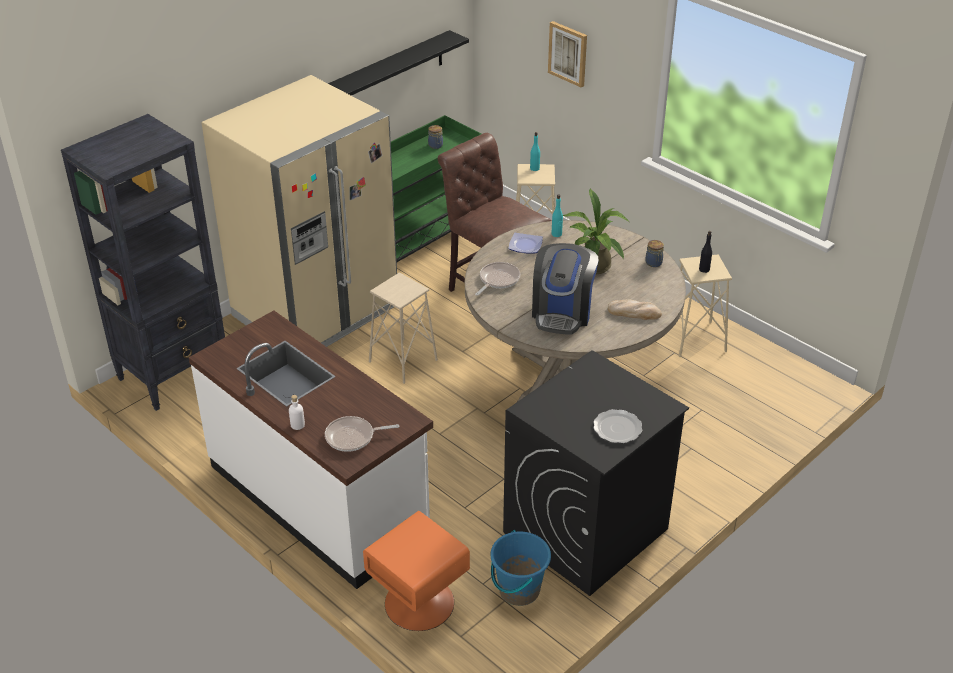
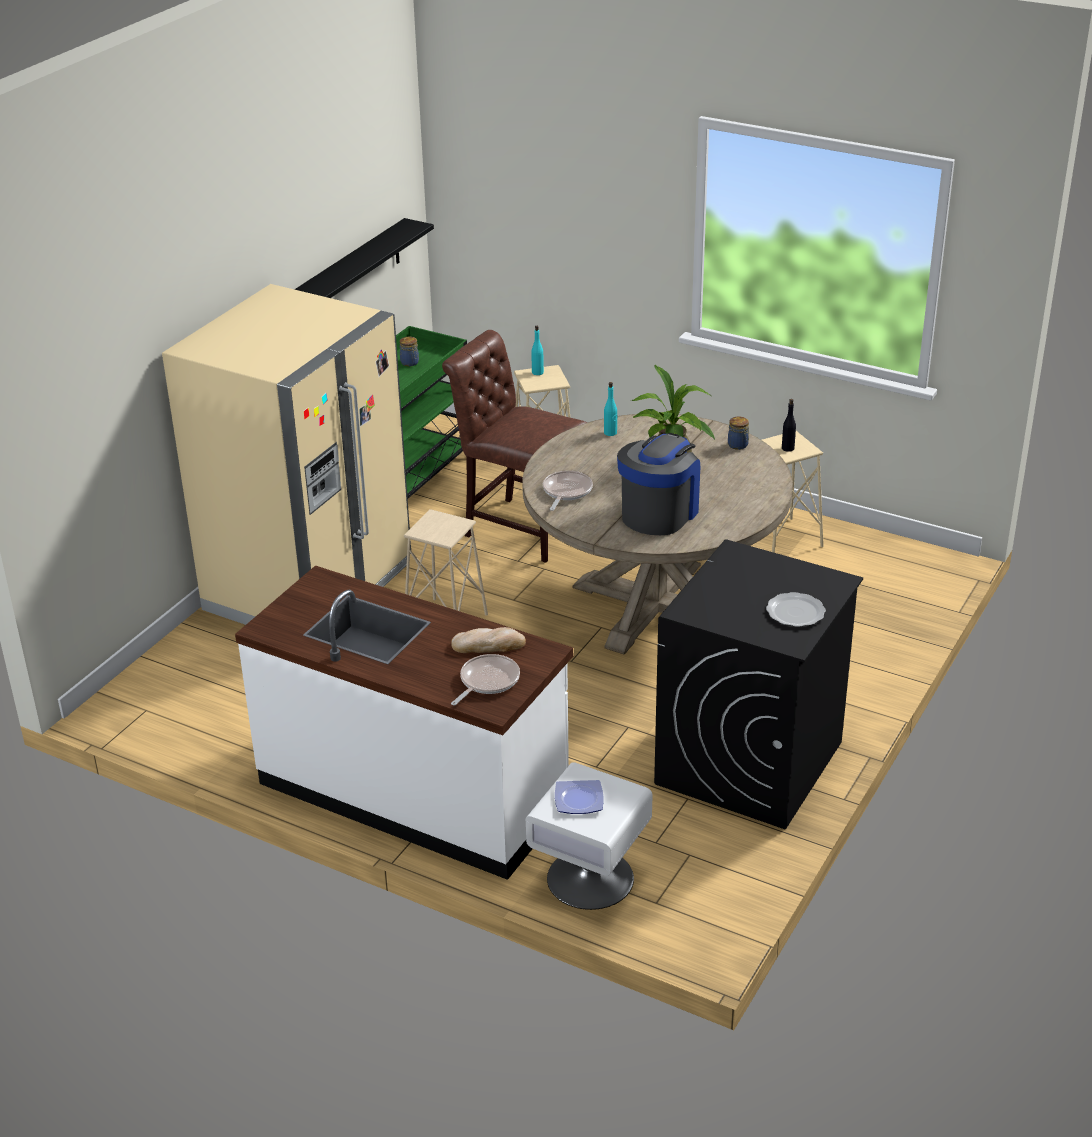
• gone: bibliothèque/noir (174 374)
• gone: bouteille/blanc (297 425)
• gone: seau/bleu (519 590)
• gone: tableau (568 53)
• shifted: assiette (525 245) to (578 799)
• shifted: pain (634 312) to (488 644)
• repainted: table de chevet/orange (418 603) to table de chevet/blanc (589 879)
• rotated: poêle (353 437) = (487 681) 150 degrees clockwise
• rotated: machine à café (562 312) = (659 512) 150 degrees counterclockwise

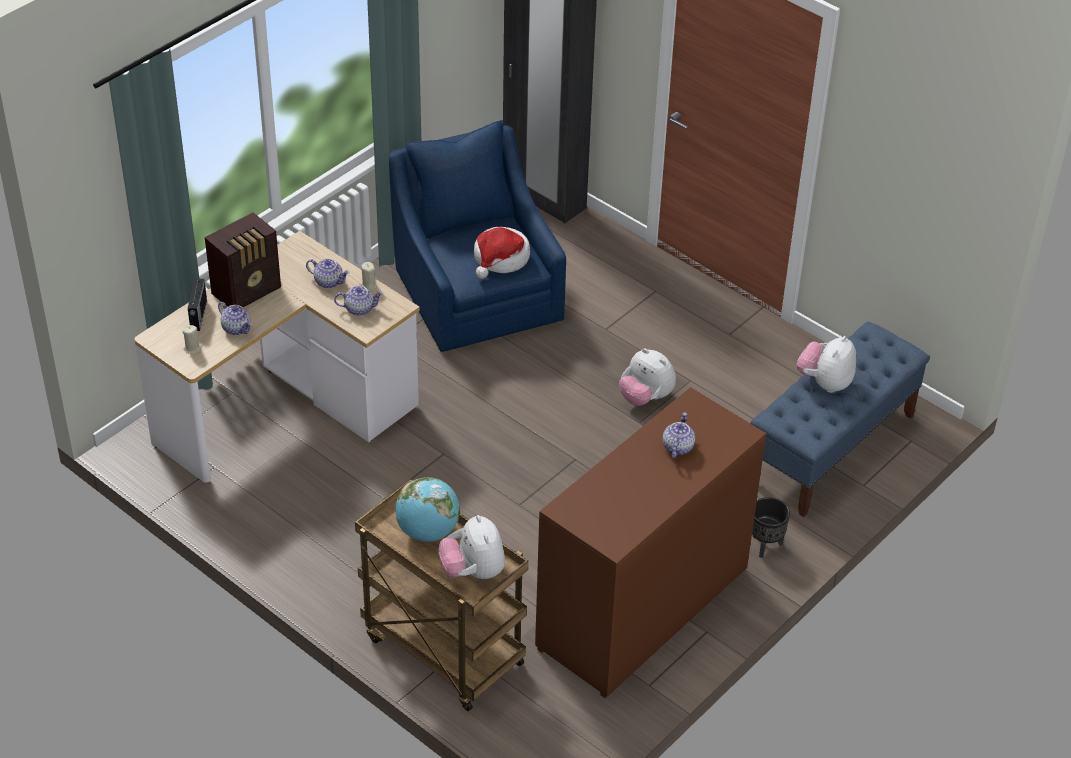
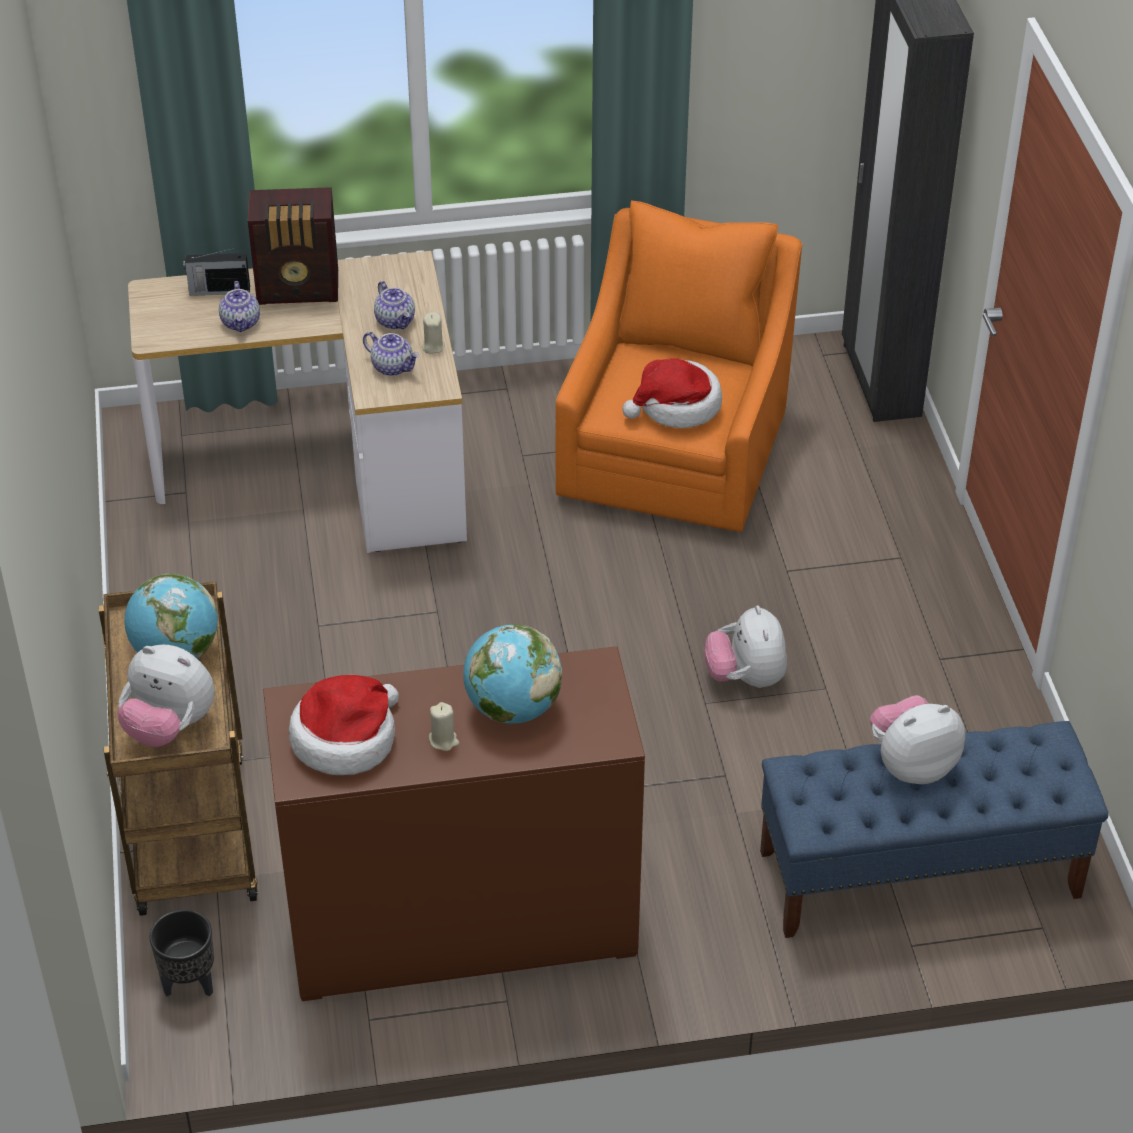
• new: chapeau (346 738)
• shifted: bougie/beige (193 348) to (443 740)
• shifted: cache-pot/noir (765 546) to (188 983)
• swapped: théière (677 447) to globe (512 708)
• repainted: fauteuil/bleu (476 292) to fauteuil/orange (677 449)
• rotated: radio (198 316) = (218 290) 45 degrees clockwise
• rotated: peluche (473 571) = (169 727) 90 degrees counterclockwise

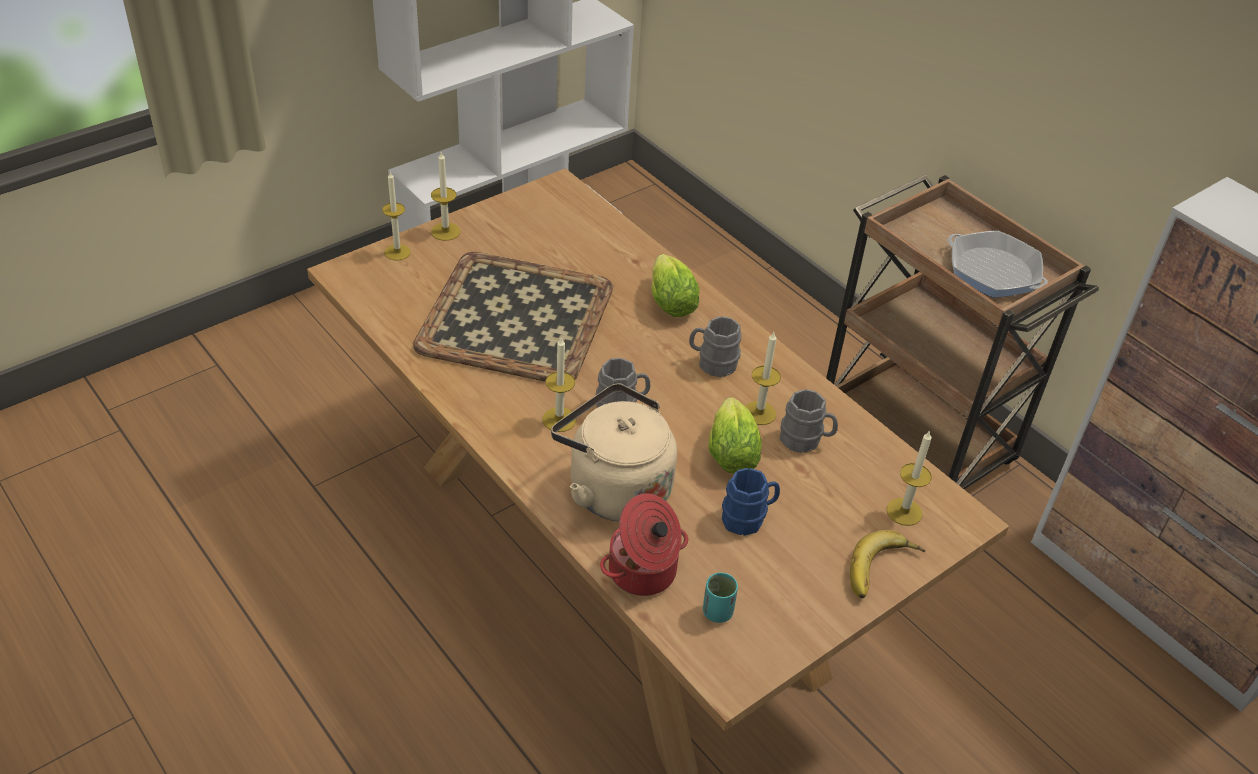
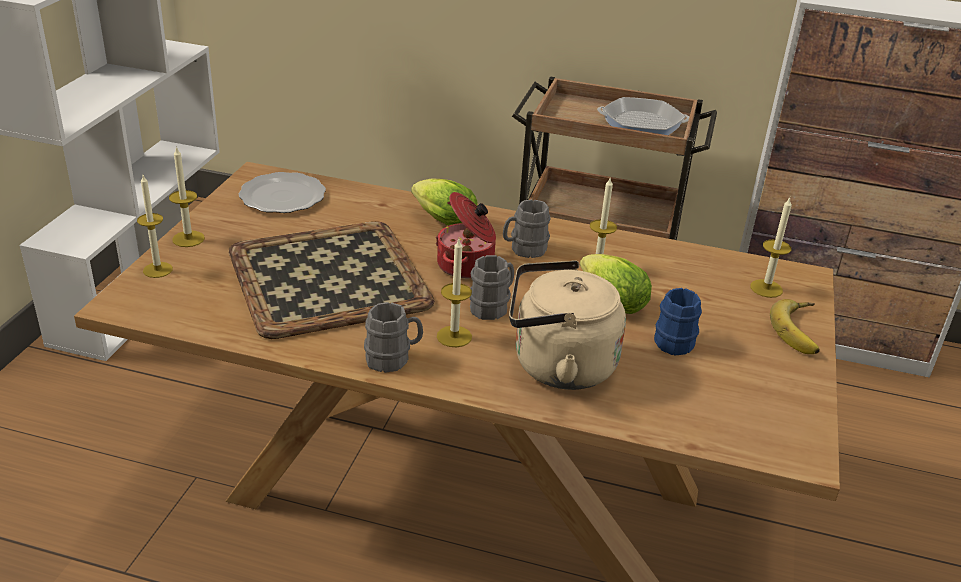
• gone: tasse/turquoise (717 612)
• new: assiette (282 197)
• shifted: marmite (643 572) to (467 265)
• shifted: mug/gris (806 440) to (393 358)

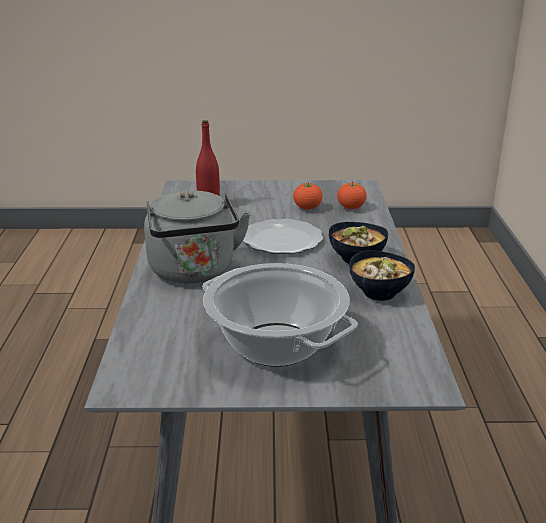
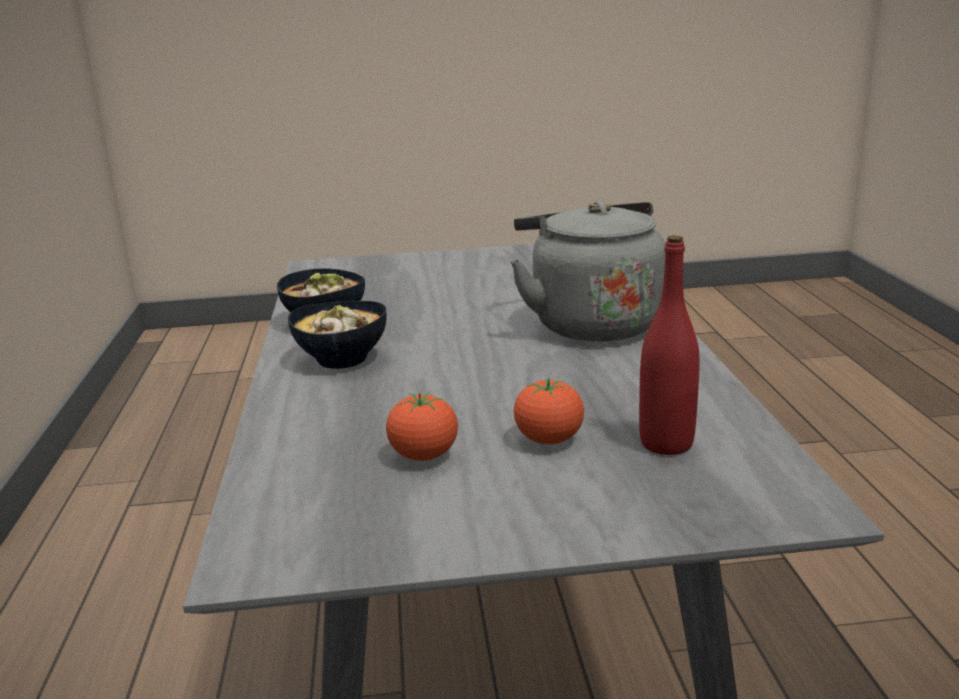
• gone: marmite (275 345)
• gone: assiette (283 240)
• shifted: tomate (351 208) to (549 440)

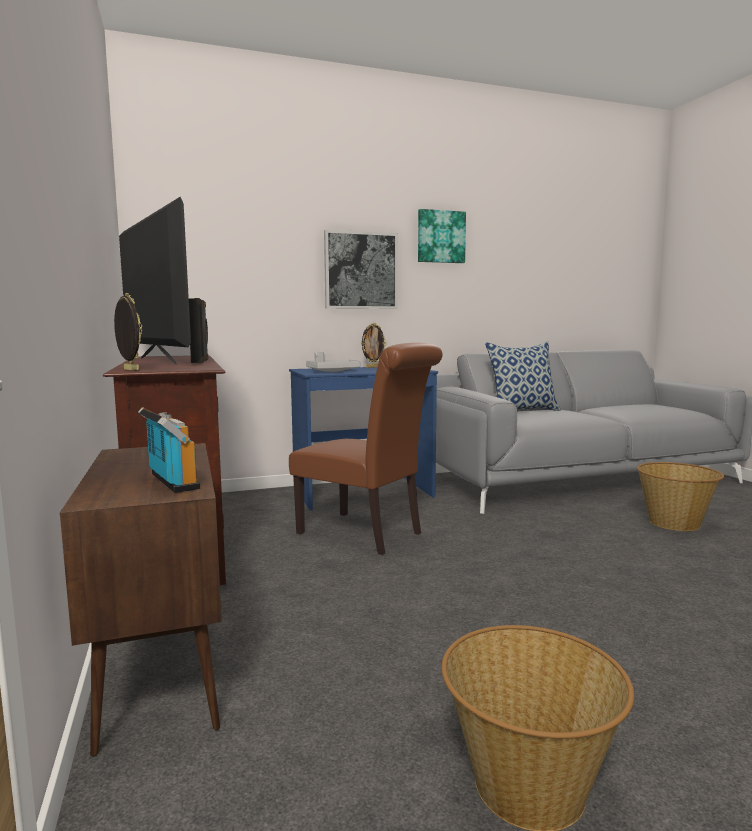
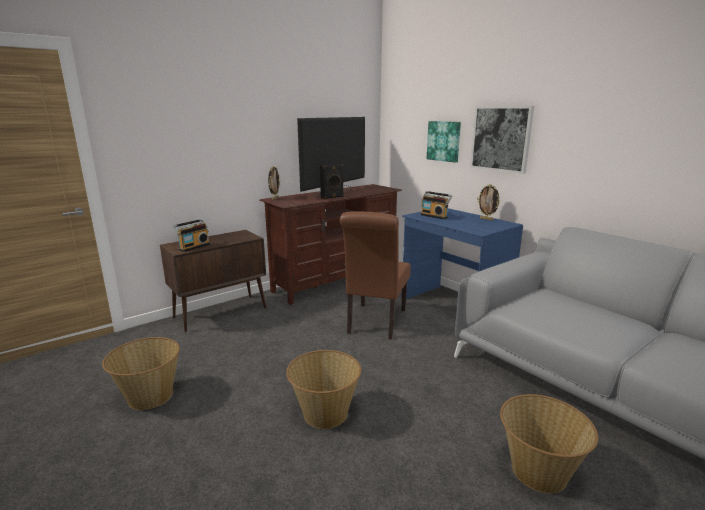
• gone: coussin (522 411)
• new: panier (325 413)
• shifted: tableau (440 237) to (444 141)
• swapped: plateau/gris (332 371) to radio (434 216)

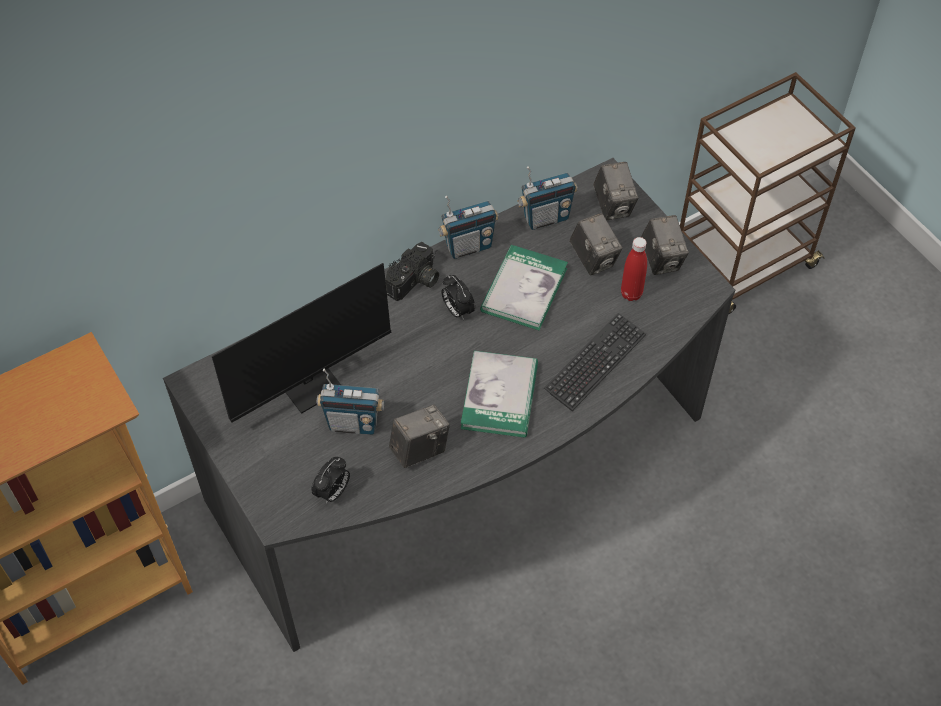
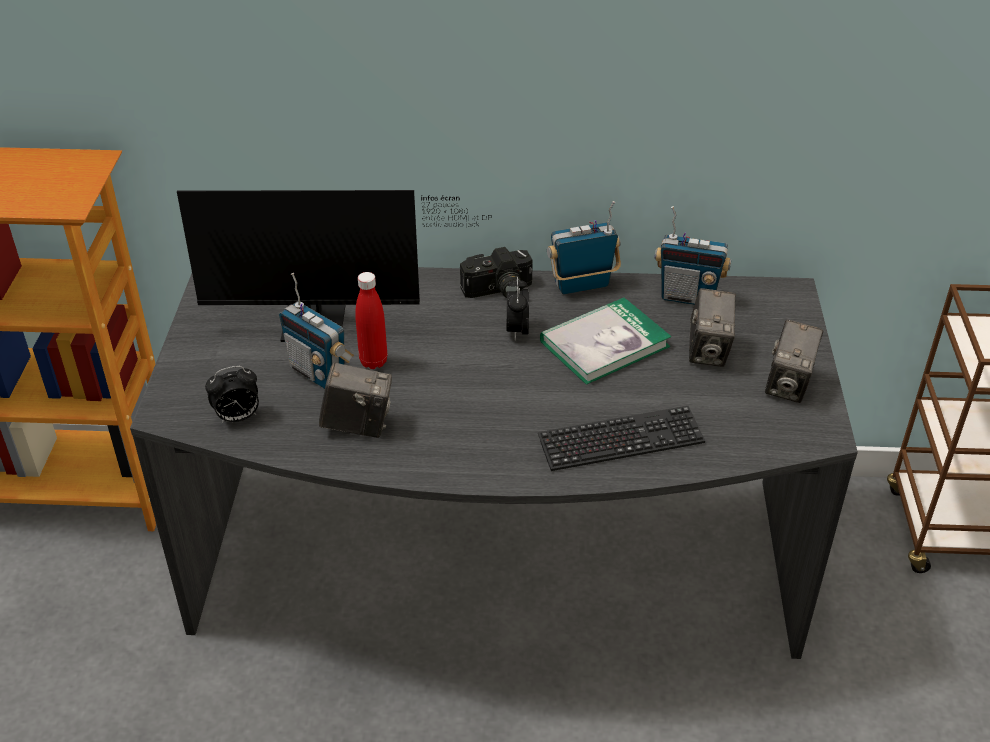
• gone: livre (499 396)
• gone: appareil photo (613 206)
• shifted: bouteille/rouge (631 293) to (373 361)
• rotated: radio (468 246) = (582 285) 150 degrees clockwise

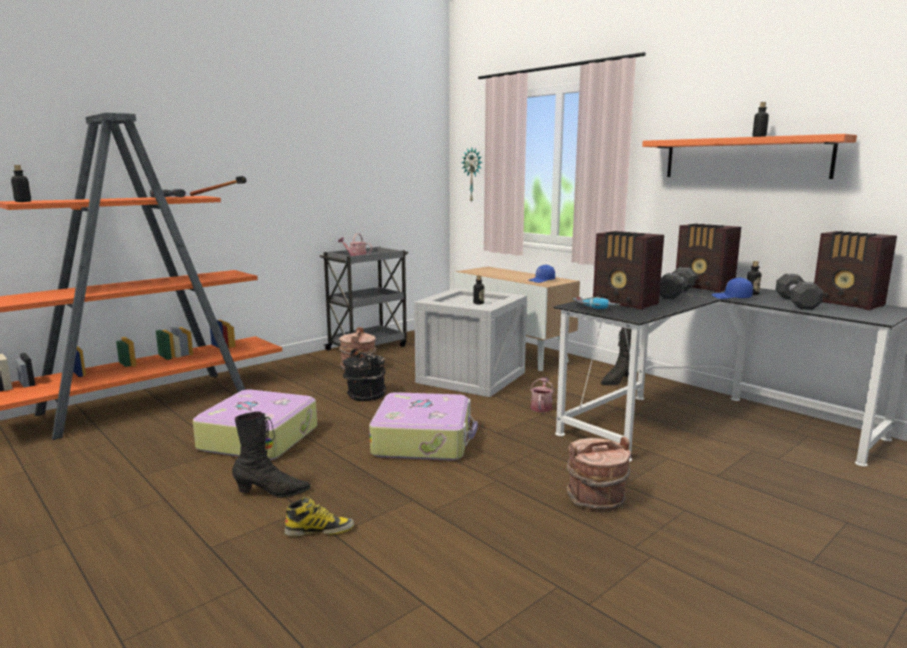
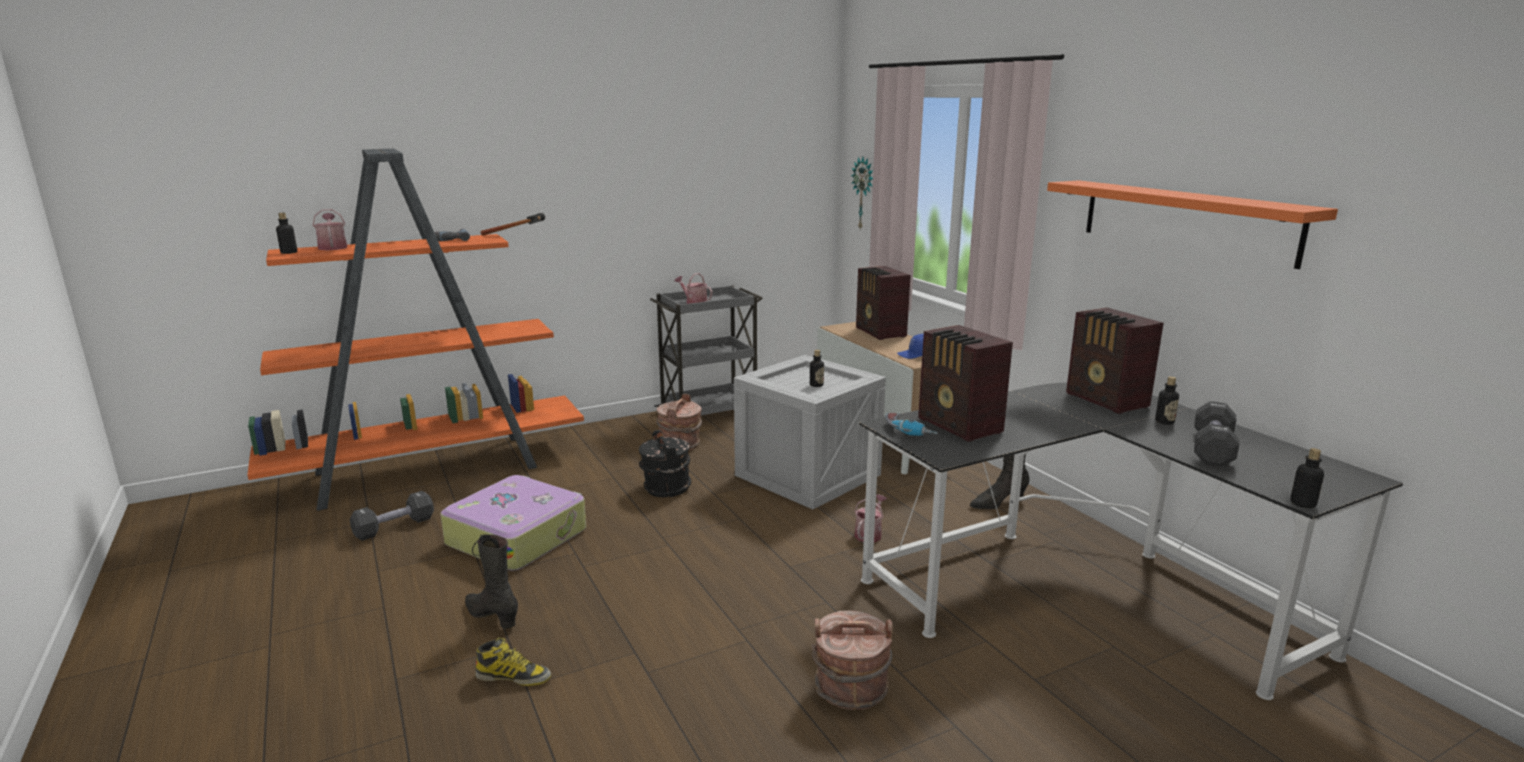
• gone: valise (423 440)
• gone: casquette/bleu (731 297)
• new: arrosoir (332 247)
• shifted: haltère/noir (675 294) to (394 527)
• shifted: bouteille (759 137) to (1302 503)
• shifted: radio (848 304) to (880 332)
• rotated: botte/noir (272 492) = (492 616) 150 degrees counterclockwise

